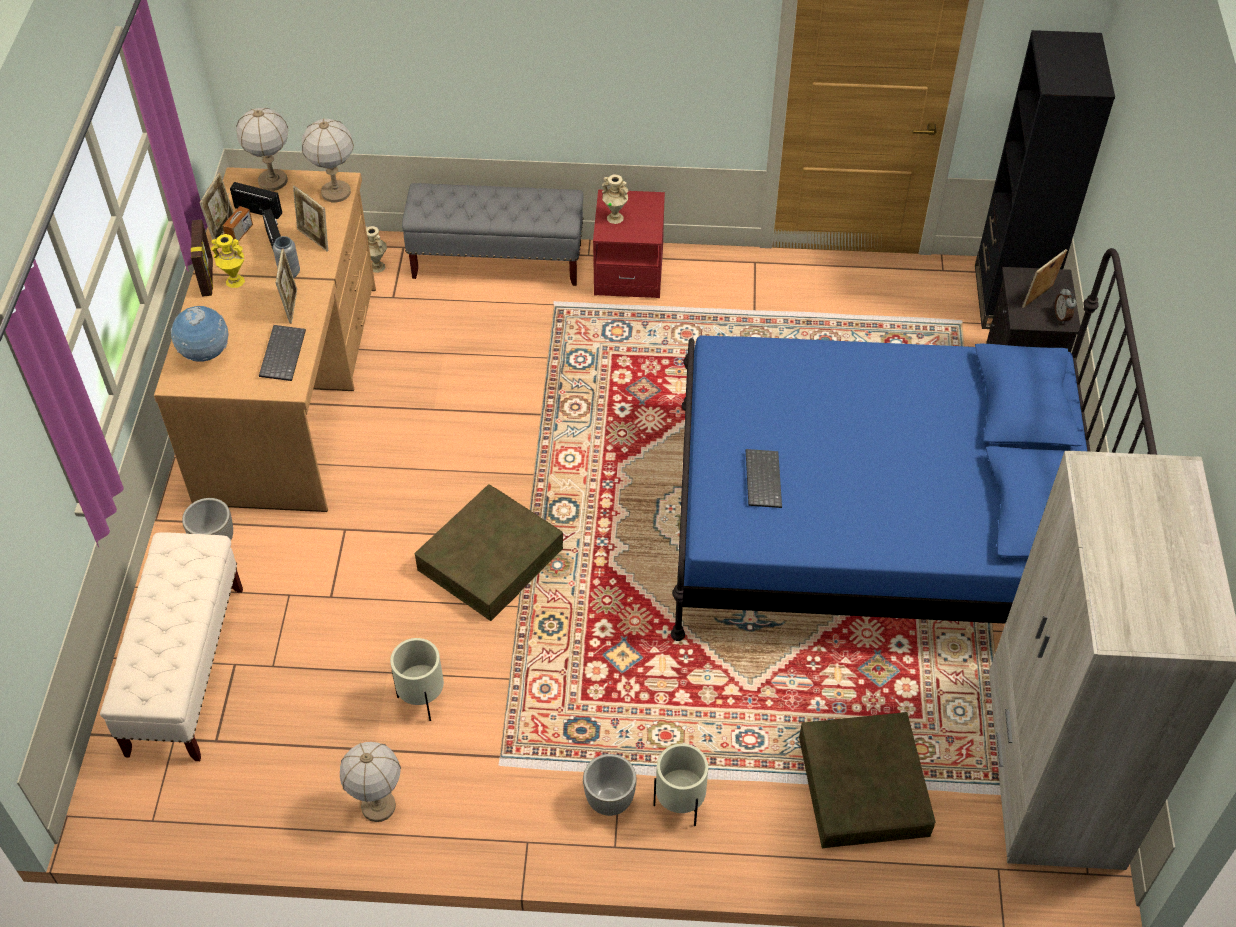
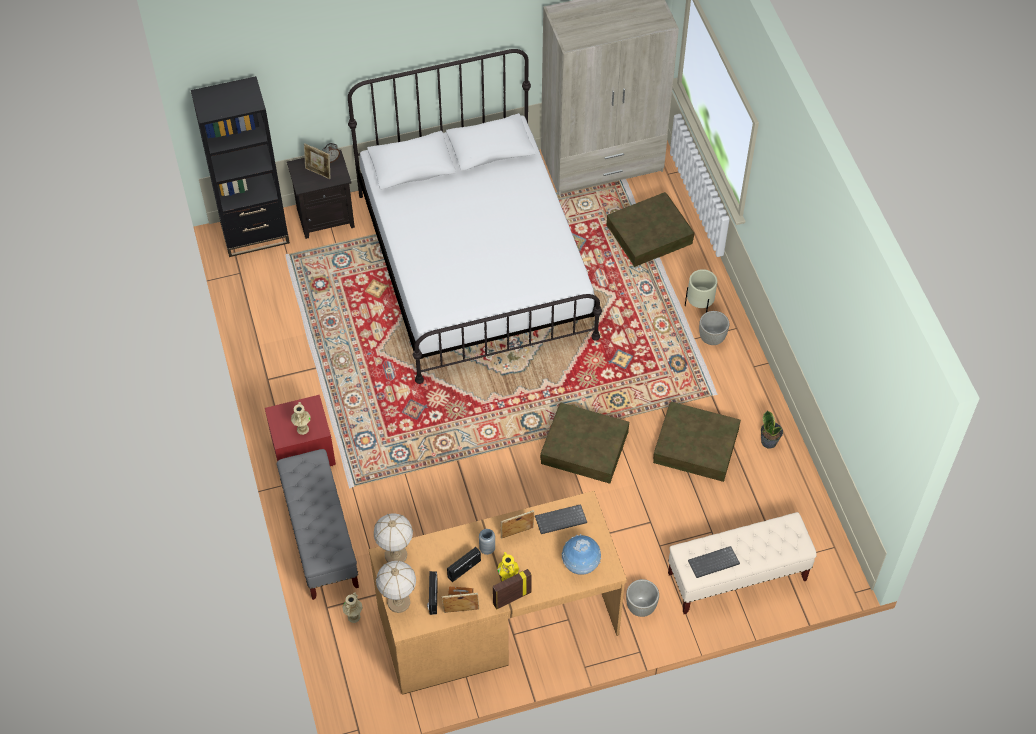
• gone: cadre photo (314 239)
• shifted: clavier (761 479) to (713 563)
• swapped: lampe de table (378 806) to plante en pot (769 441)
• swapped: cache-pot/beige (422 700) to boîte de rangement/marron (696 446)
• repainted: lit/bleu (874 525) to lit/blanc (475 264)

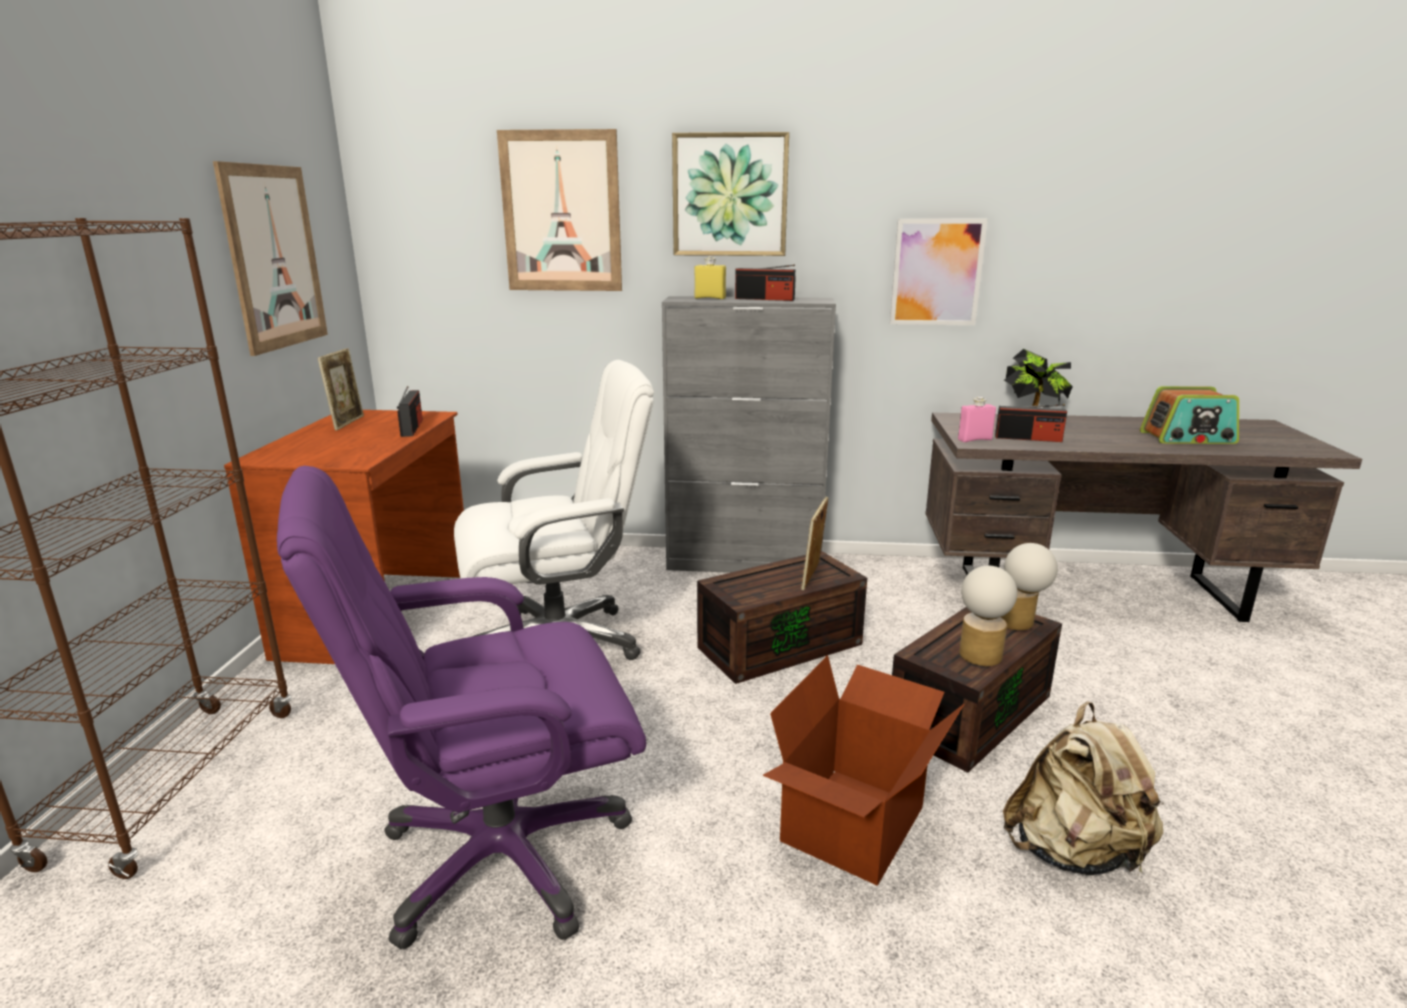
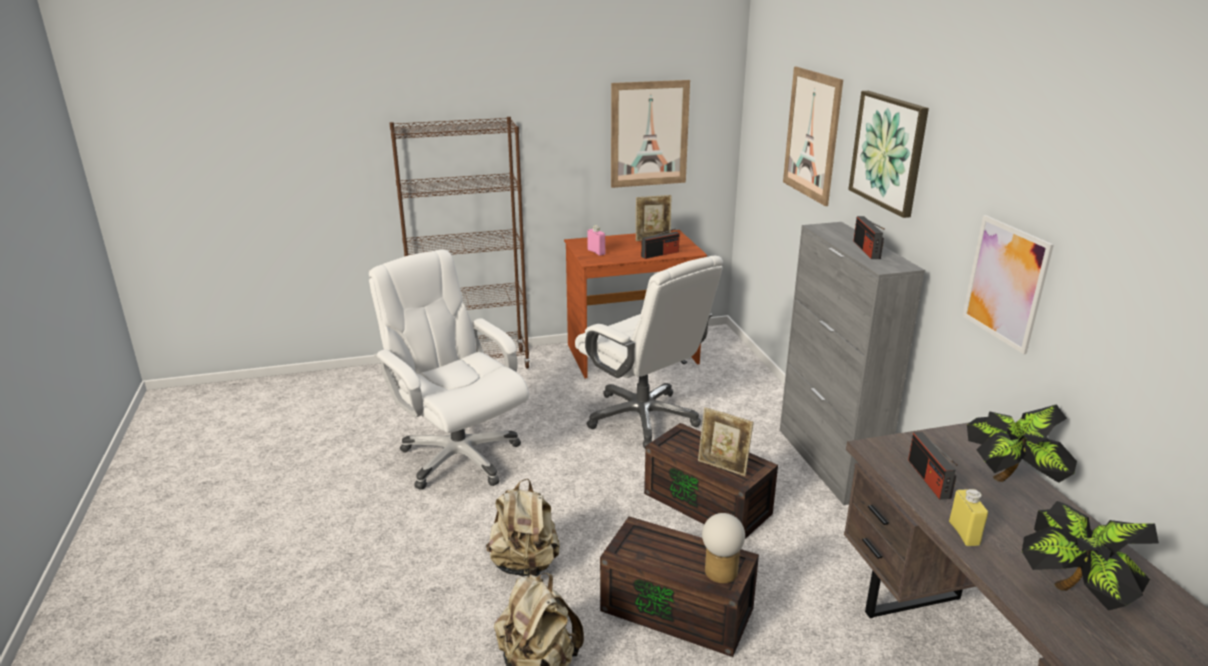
• gone: lampe de table (981 652)
• shifted: bouteille/jaune (710 298) to (964 533)
• shifted: bouteille/rose (974 440) to (596 252)
• swapped: carton (855 825) to sac à dos/beige (525 565)
• swapped: radio (1188 438) to plante en pot (1075 595)
• repainted: chaise de bureau/violet (500 857) to chaise de bureau/blanc (459 457)
• rotated: cadre photo (812 577) = (723 467) 150 degrees counterclockwise

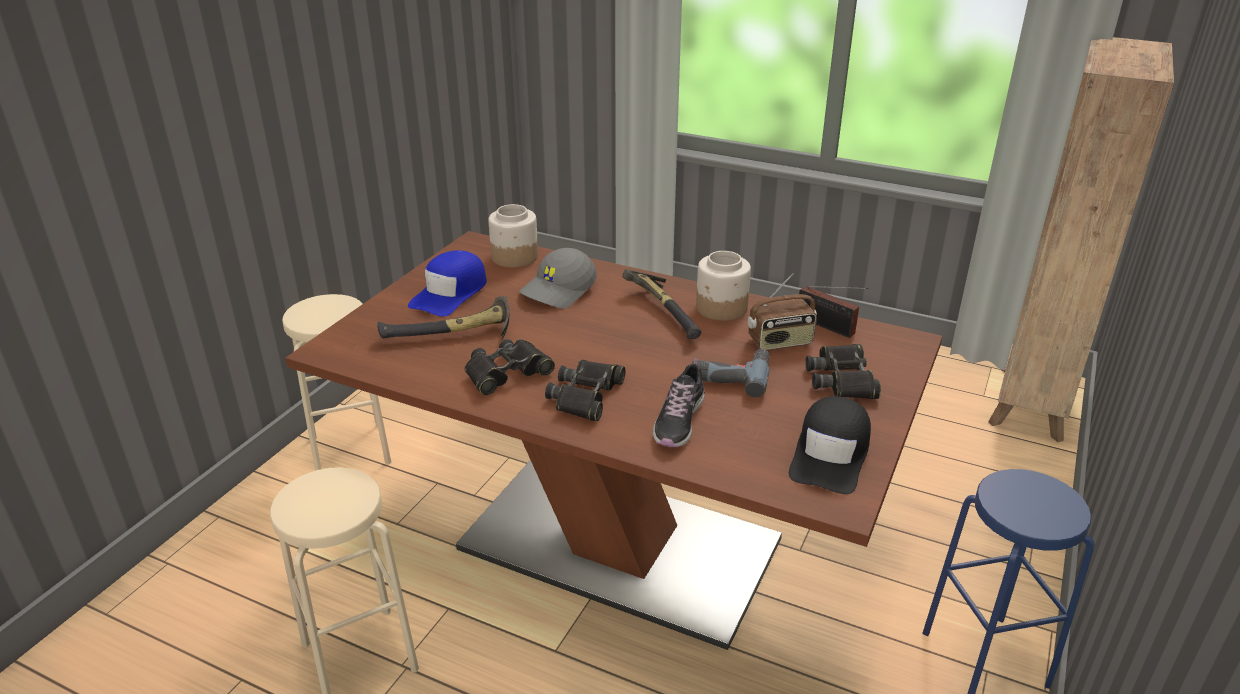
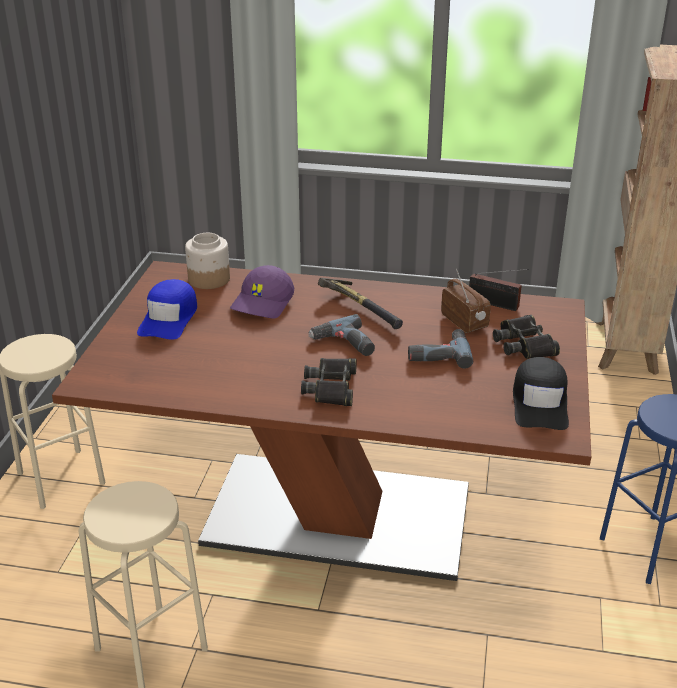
• gone: marteau (452 336)
• gone: jumelles/noir (507 373)
• gone: chaussure (679 421)
• gone: bocal (721 308)
• new: perceuse (344 345)
• repainted: casquette/gris (559 290) to casquette/violet (263 303)
• rotated: radio (780 342) = (465 322) 90 degrees counterclockwise

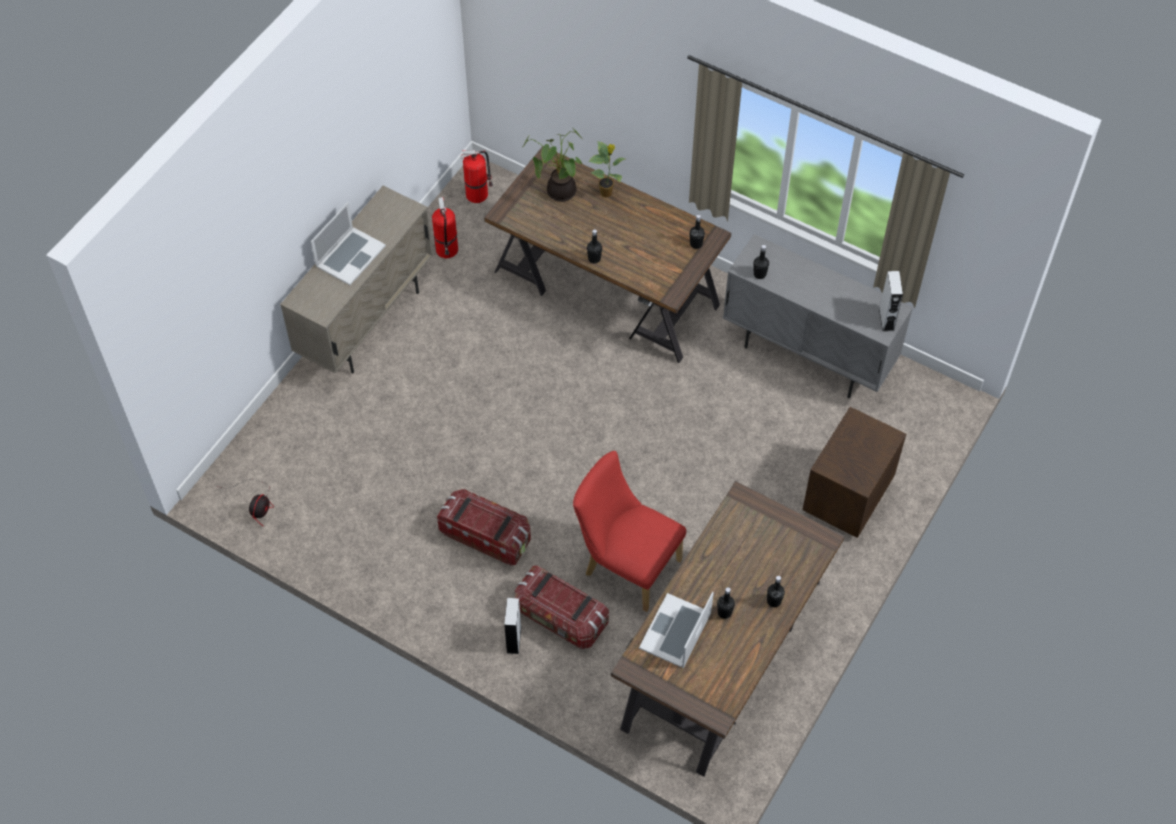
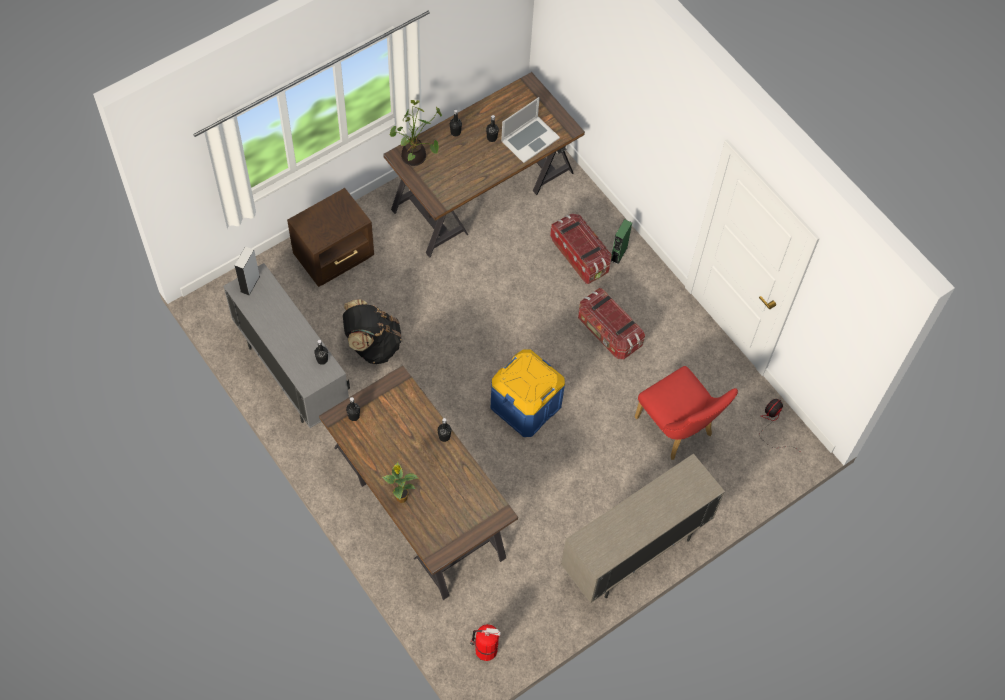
• gone: ordinateur portable (350 256)
• gone: extincteur (447 250)
• new: sac à dos/noir (372 344)
• new: boîte de rangement/bleu (525 405)
• shifted: plante en pot (558 191) to (416 158)
• shifted: chaise/rouge (626 565) to (677 430)
• repainted: enceinte/gris (514 639) to enceinte/vert (618 254)

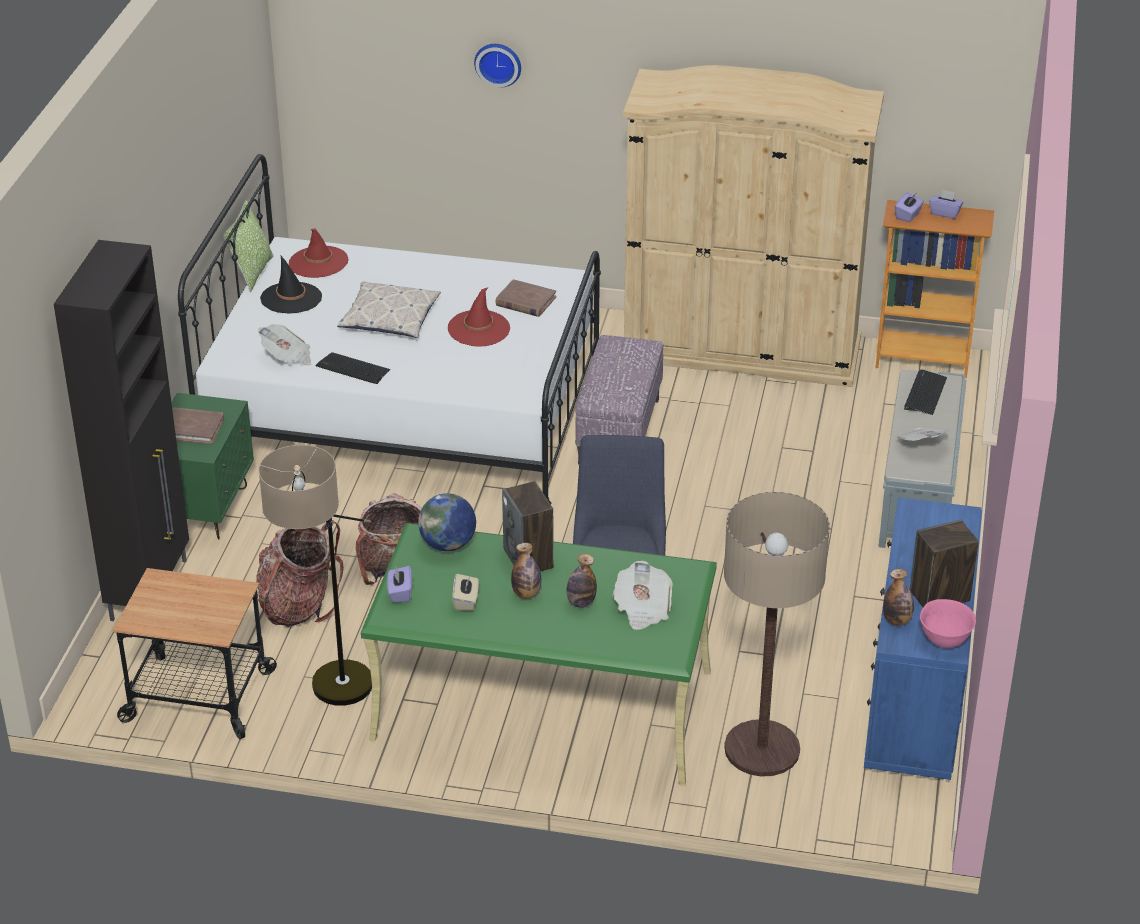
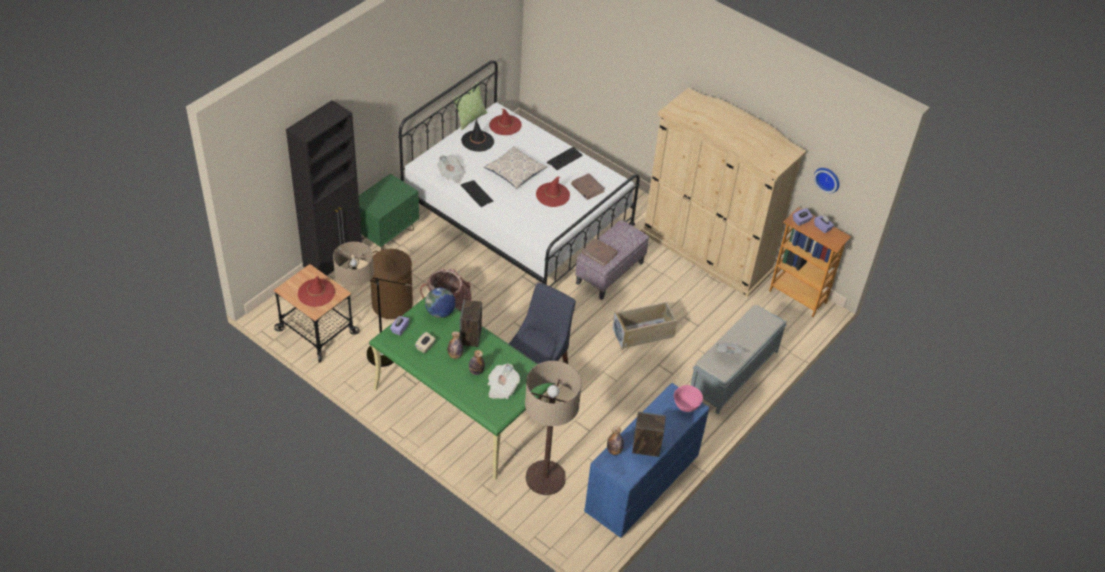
• new: chapeau/rouge (316 293)
• new: boîte de rangement/beige (643 333)
• shifted: livre/marron (193 428) to (600 253)
• shifted: horloge murale (498 63) to (828 179)
• shifted: clavier (925 393) to (564 159)
• shifted: bol/rose (944 639) to (686 405)
• swapped: sac à dos (299 606) to panier à linge/marron (392 304)

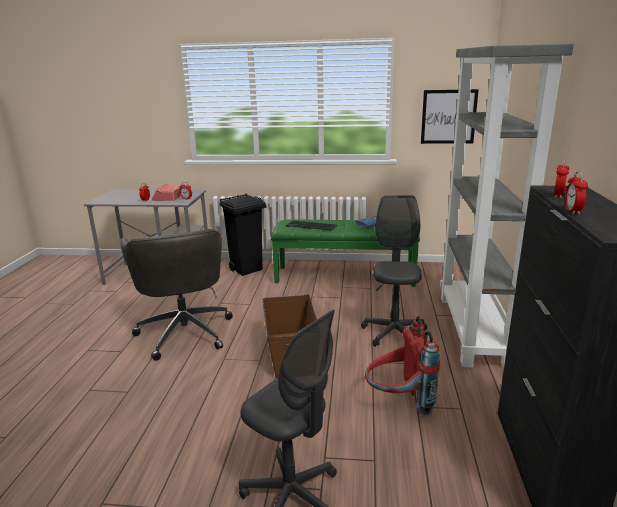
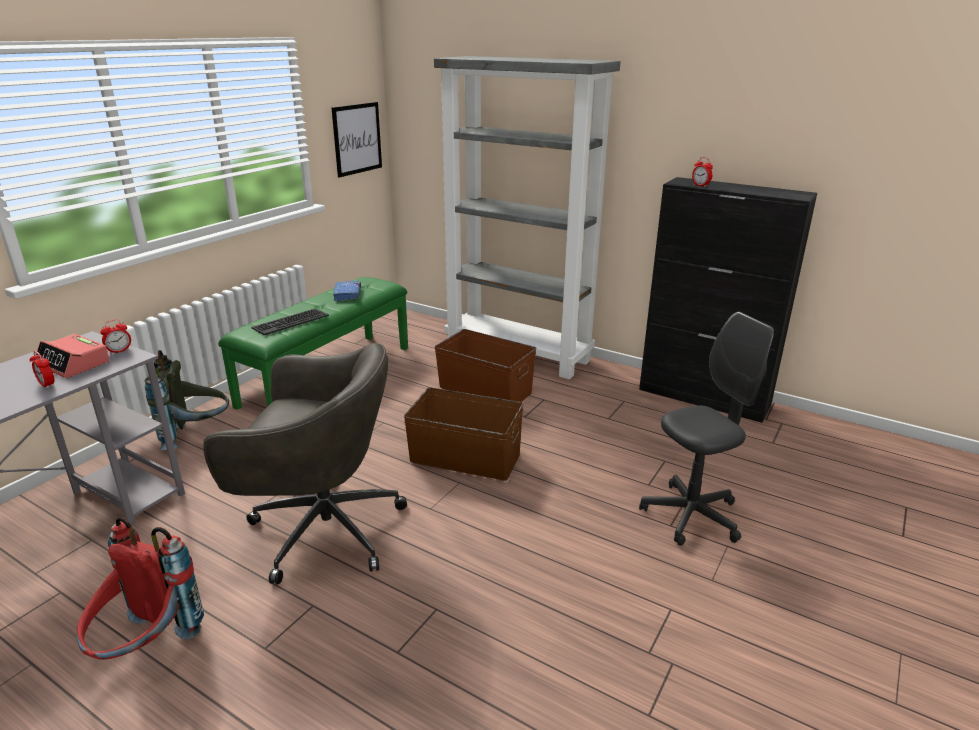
• gone: réveil (572 211)
• shifted: sac à dos/rouge (399 402) to (147 649)
• swapped: poubelle/noir (247 269) to sac à dos/gris (197 436)
• swapped: chaise de bureau/gris (394 333) to boîte de rangement/marron (485 389)

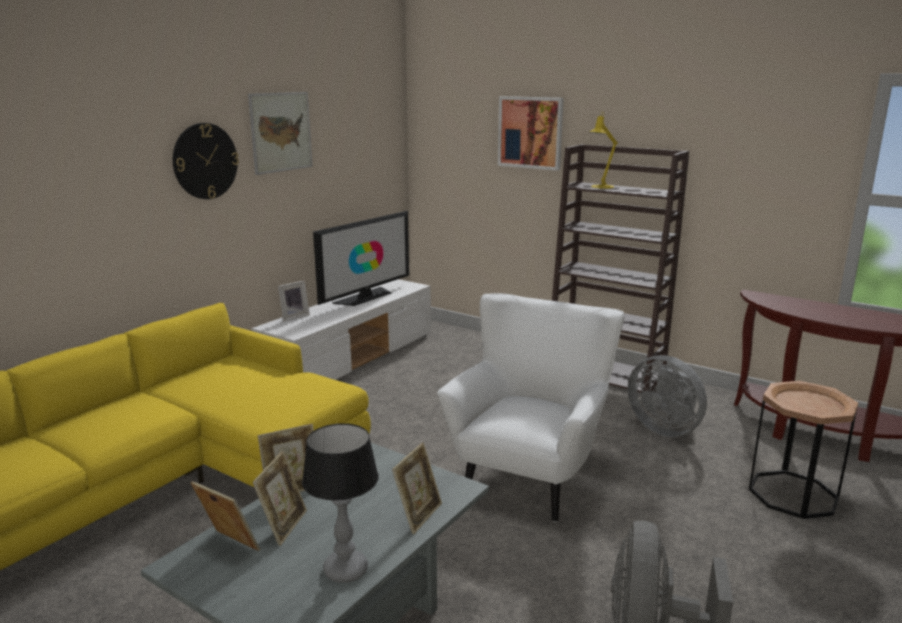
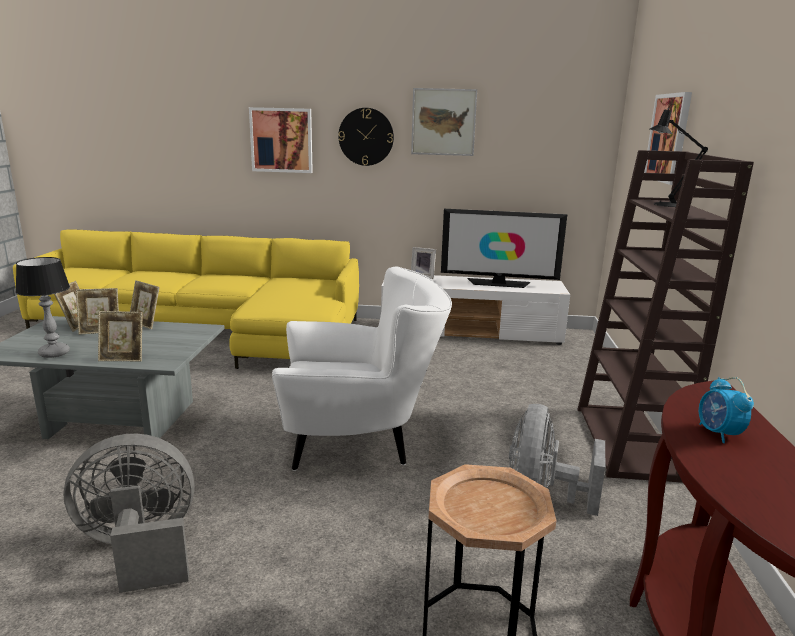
• new: tableau (281 140)
• new: réveil (718 433)
• repainted: lampe de table/jaune (600 187) to lampe de table/noir (664 204)

